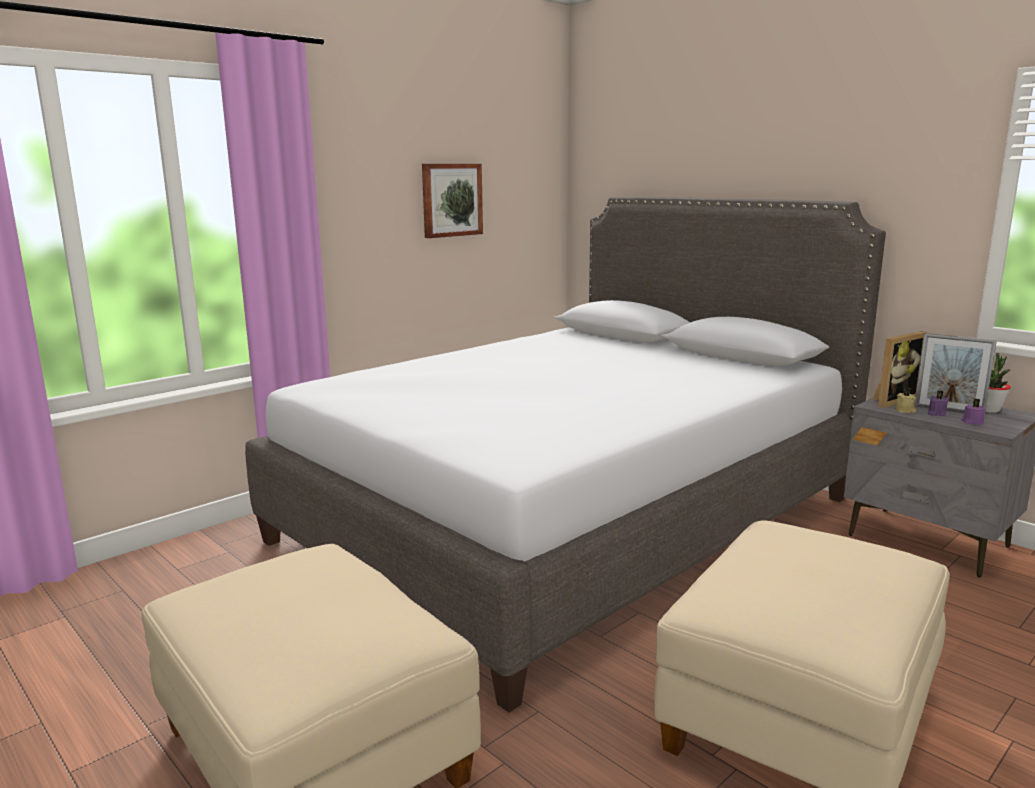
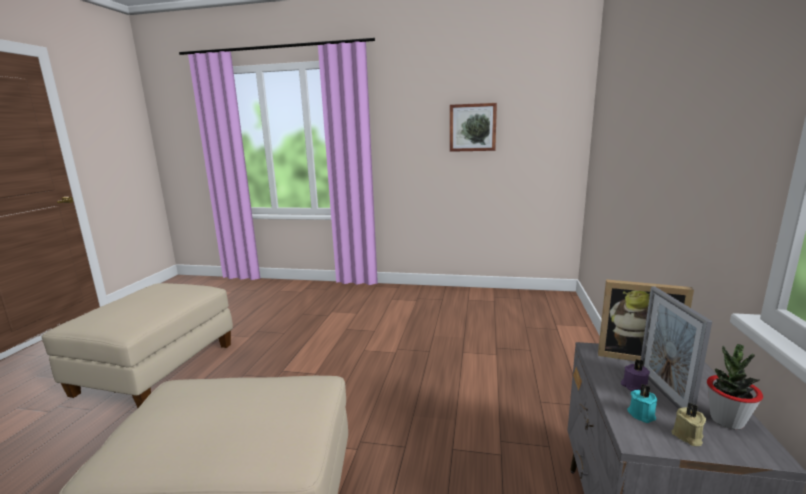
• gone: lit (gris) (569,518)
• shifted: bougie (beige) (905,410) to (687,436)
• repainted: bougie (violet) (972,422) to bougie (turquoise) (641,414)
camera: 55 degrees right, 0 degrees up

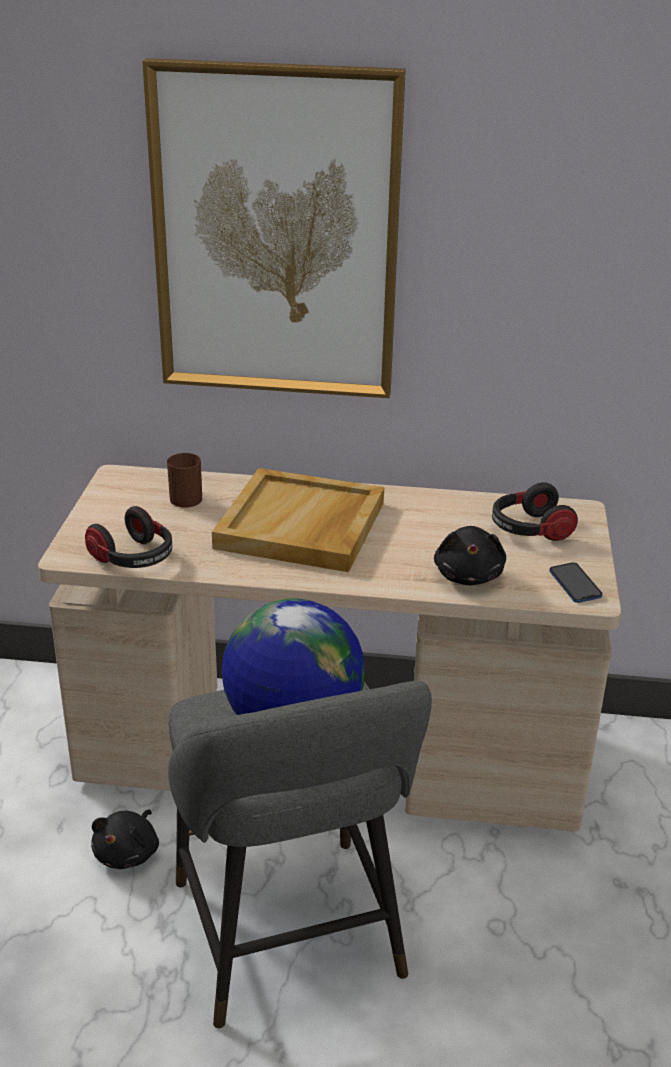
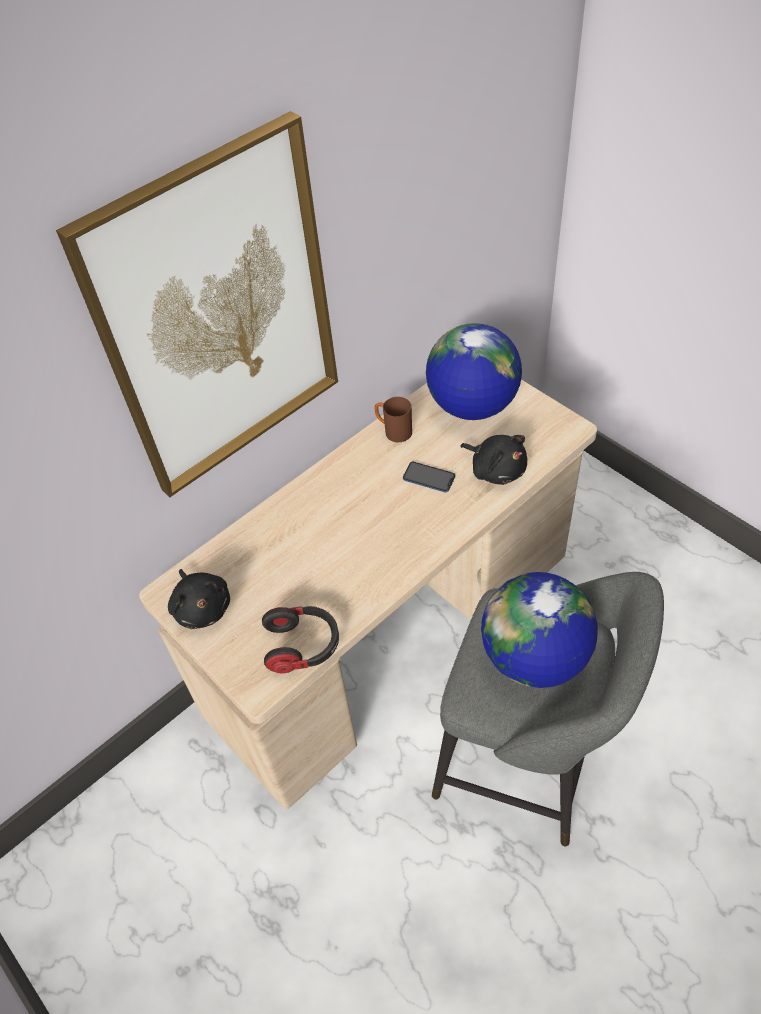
• gone: plateau (beige) (302,526)
• shifted: peluche (noir) (128,853) to (202,607)
• shifted: mug (marron) (185,496) to (393,431)
• shifted: téléphone (575,584) to (429,478)
• swapped: casque audio (529,530) to globe (472,406)
camera: 45 degrees left, 20 degrees up

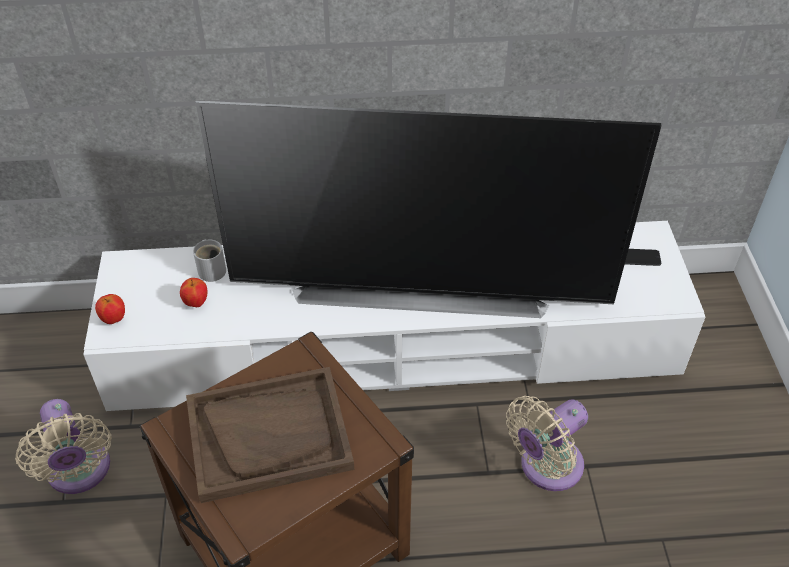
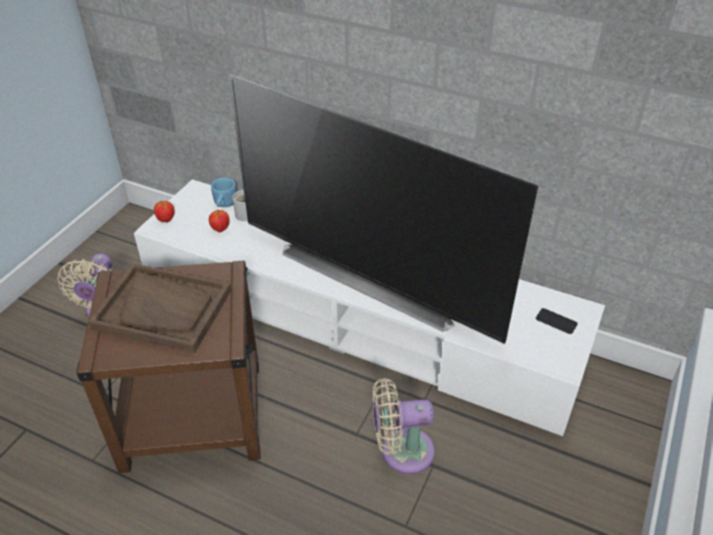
• new: mug (bleu) (224,204)
camera: 30 degrees right, 5 degrees down

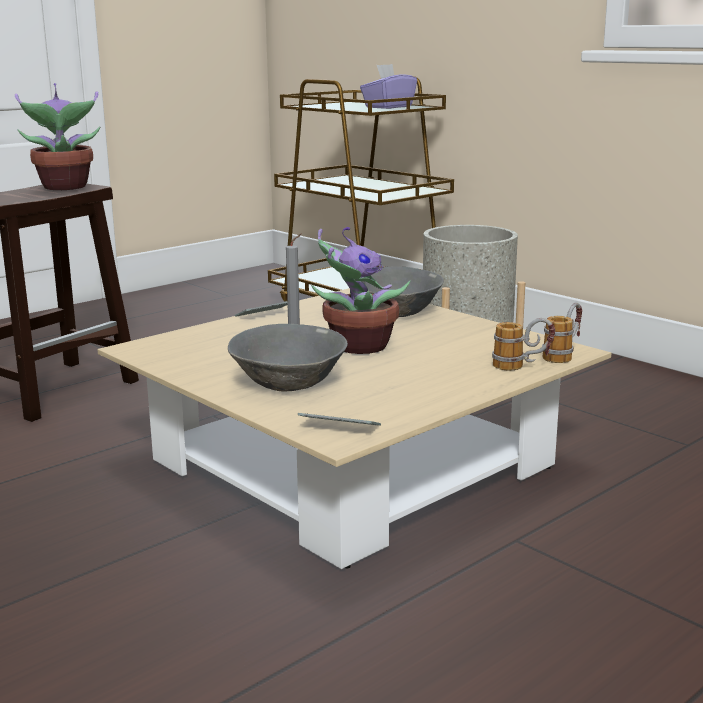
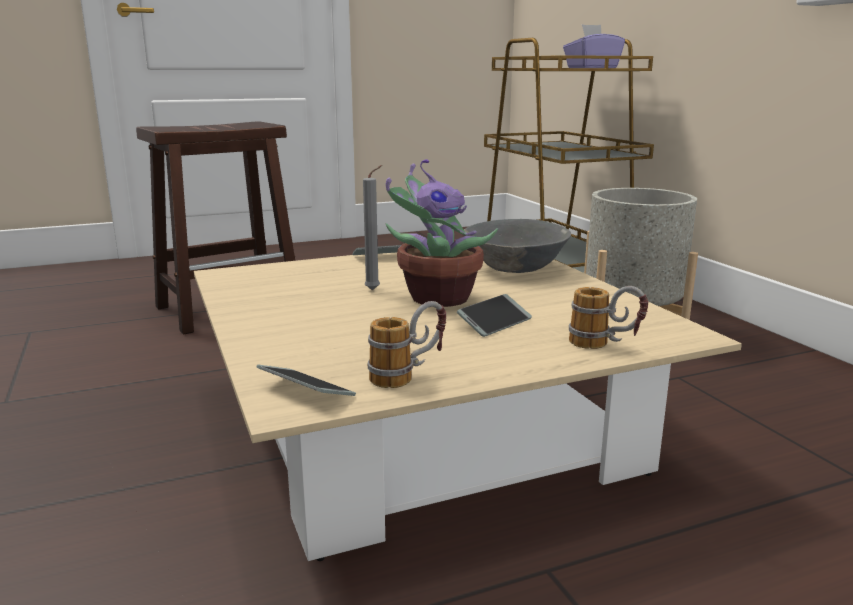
• gone: plante en pot (64,187)
• gone: bol (gris) (287,382)
• new: téléphone (494,323)
• shifted: mug (563,355) to (408,375)
camera: 20 degrees right, 0 degrees up

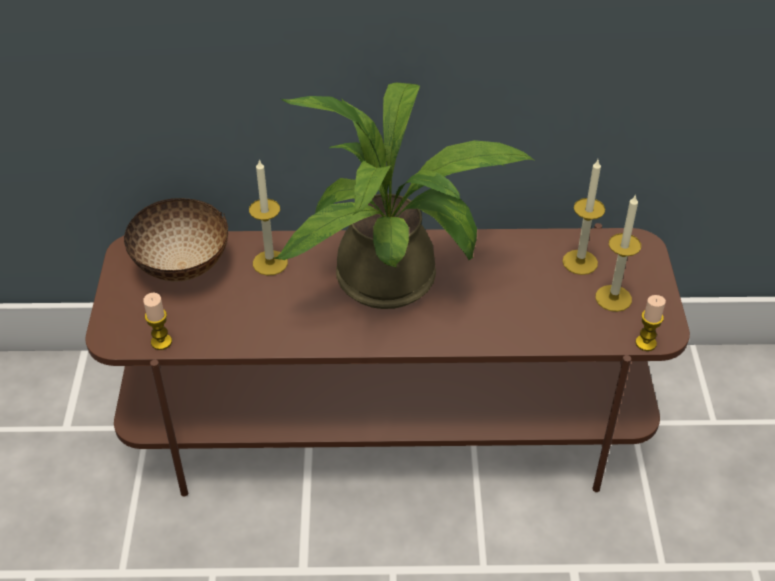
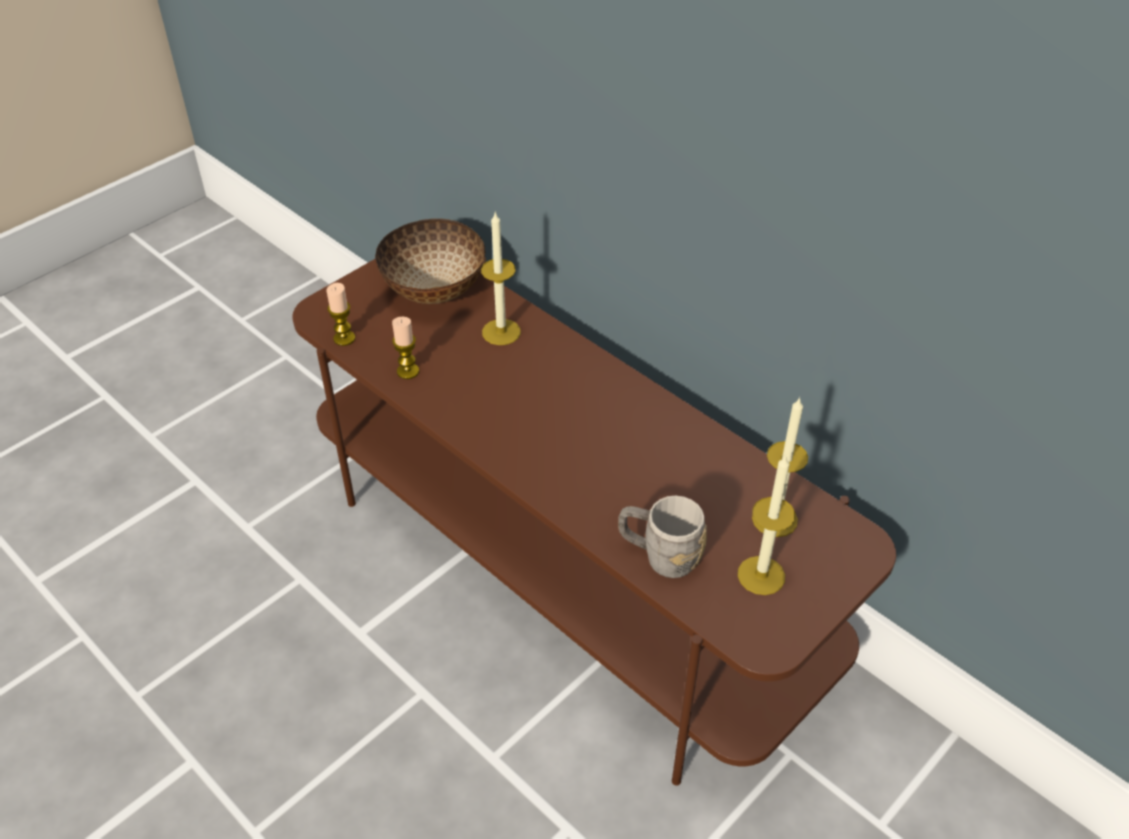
• gone: plante en pot (399,281)
• new: mug (gris) (659,556)
• shifted: bougie (645,343) to (408,371)
camera: 45 degrees right, 0 degrees up

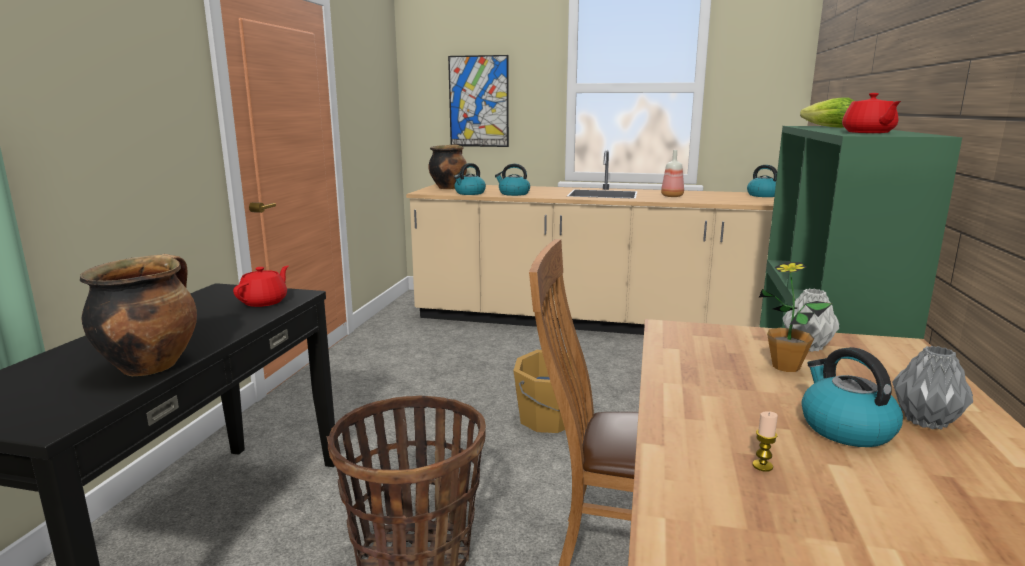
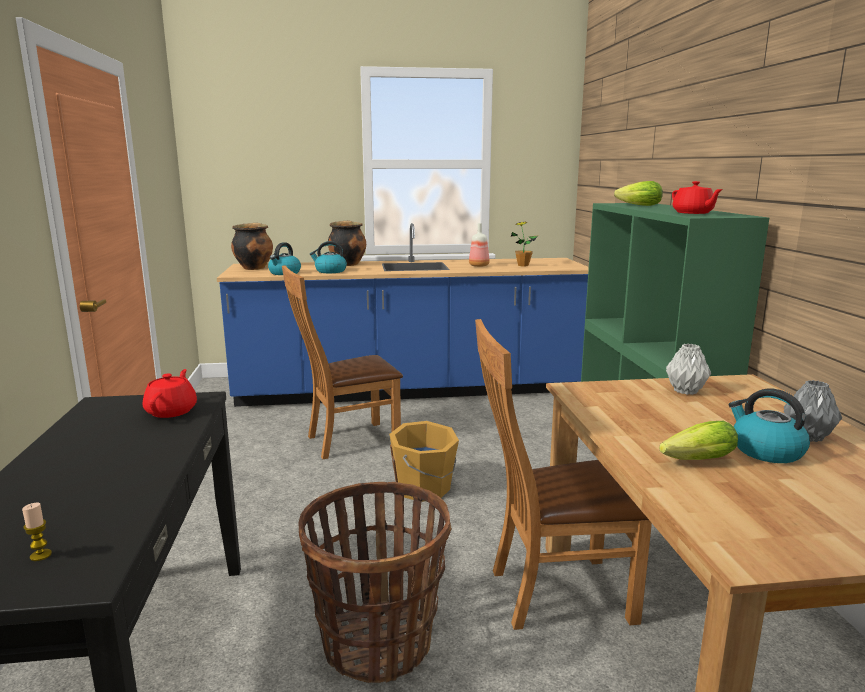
• gone: tableau (478,101)
• gone: bouilloire (764,195)
• new: chaise (marron) (347,441)
• new: laitue (694,461)
• shifted: marmite (151,365) to (347,264)
• shifted: bougie (762,466) to (40,555)
• shifted: plante en pot (785,367) to (523,265)
• repainted: comptoir de cuisine (beige) (592,322) to comptoir de cuisine (bleu) (410,390)
camera: 20 degrees left, 0 degrees up

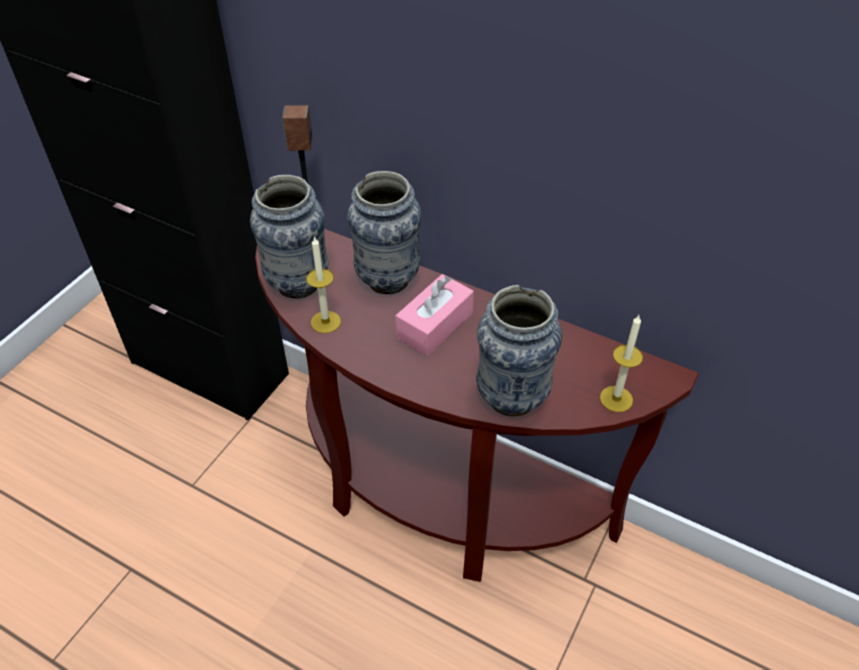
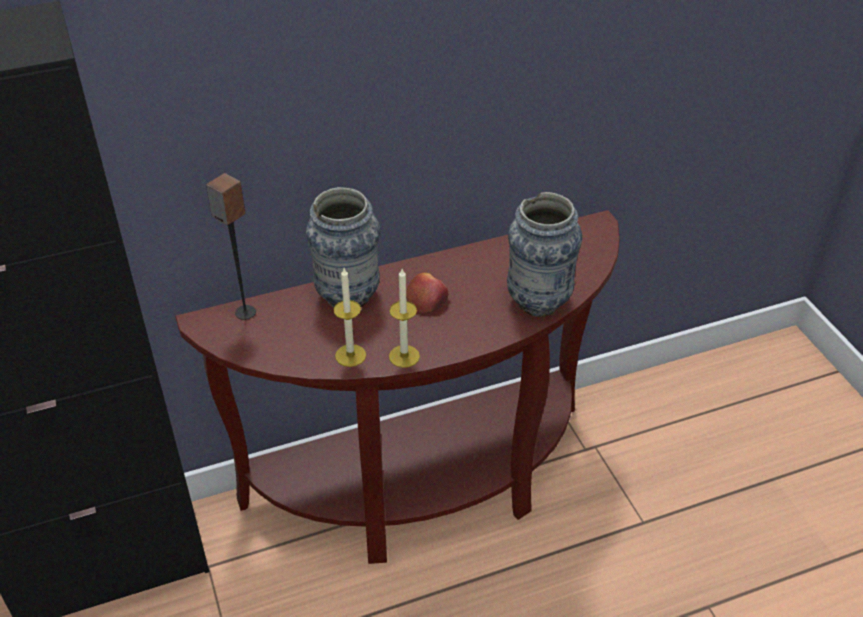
• gone: vase (297,284)
• shifted: bougie (616,399) to (404,356)
• swapped: boîte à mouchoirs (rose) (434,325) to pomme (426,299)
camera: 50 degrees left, 5 degrees down

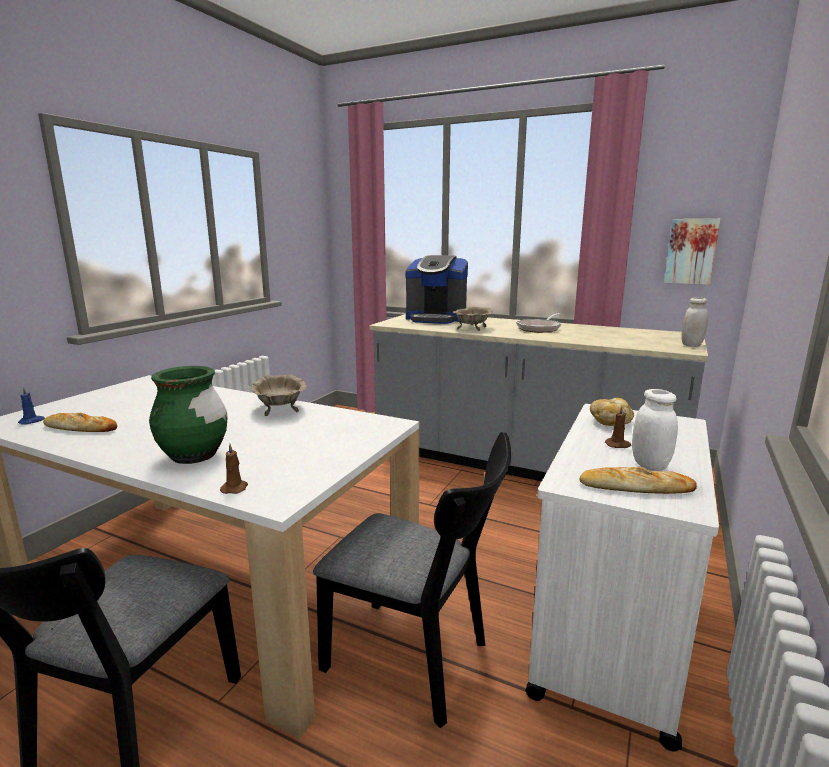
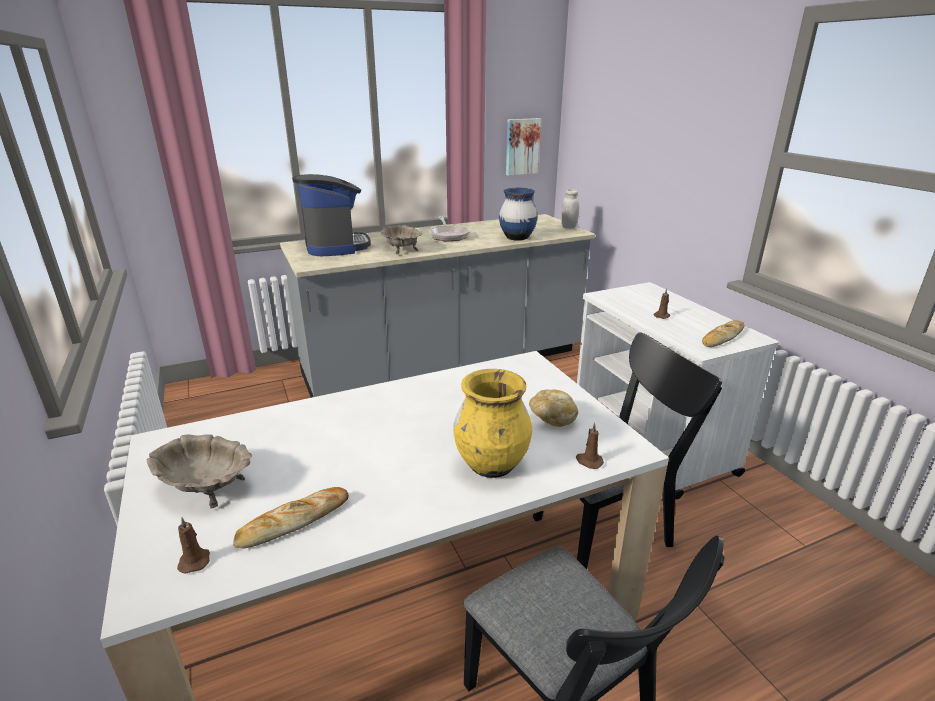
• gone: bocal (blanc) (650,465)
• new: vase (bleu) (517,238)
• shifted: bol (beige) (279,409) to (206,488)
• shifted: pain (610,422) to (552,418)
• repainted: bougie (bleu) (32,421) to bougie (marron) (195,560)
• repainted: vase (vert) (194,456) to vase (jaune) (492,465)
• rotated: machine à café (436,319) = (335,246) 75 degrees counterclockwise
camera: 50 degrees left, 10 degrees up

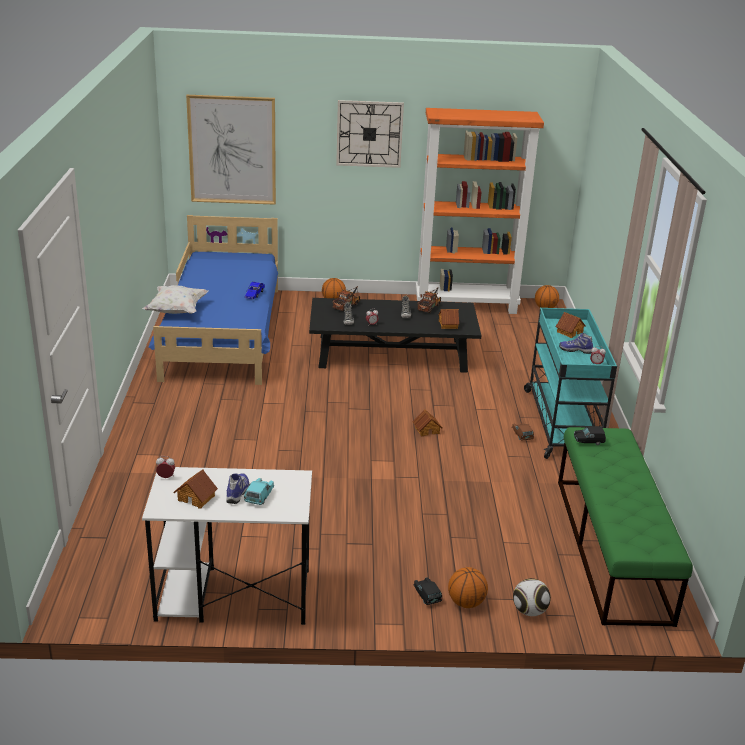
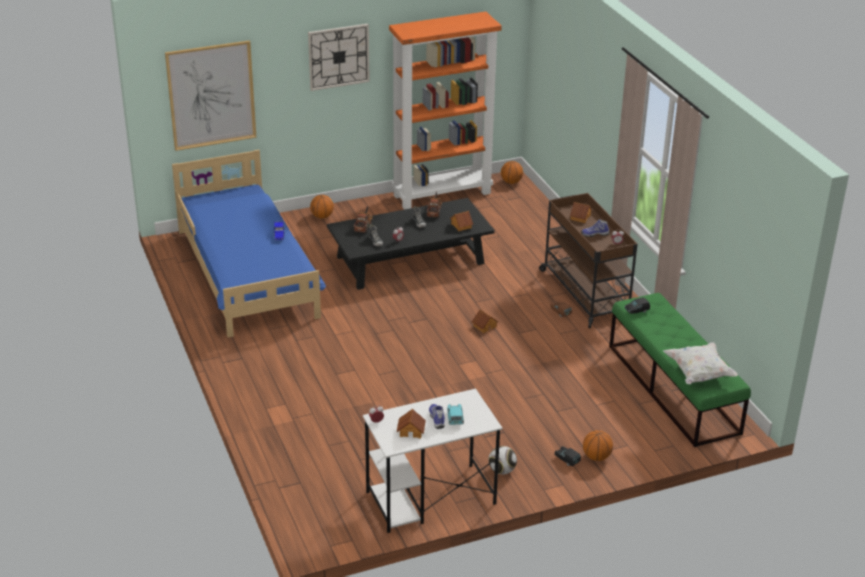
• shifted: coussin (blanc) (176,311) to (699,373)
• shifted: ballon de foot (529,611) to (501,470)
• repainted: chariot (turquoise) (562,423) to chariot (marron) (584,293)
camera: 20 degrees left, 5 degrees up

